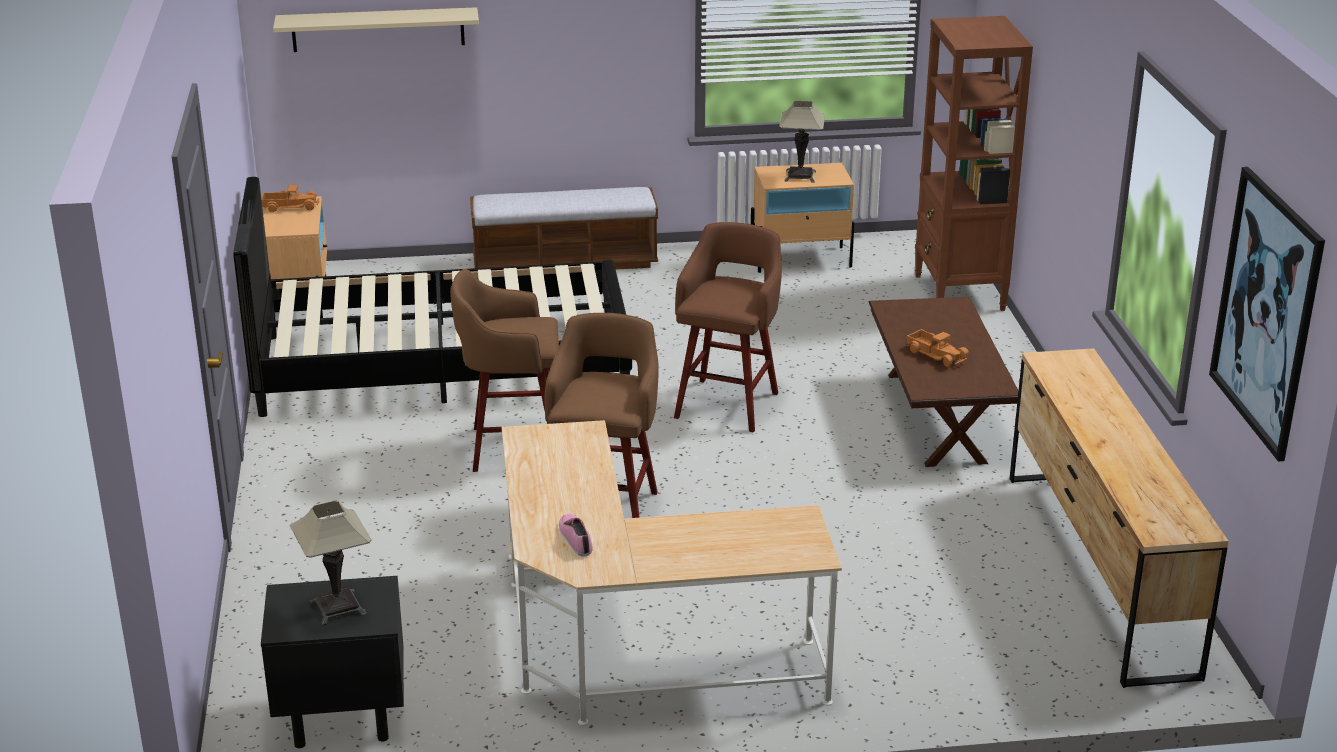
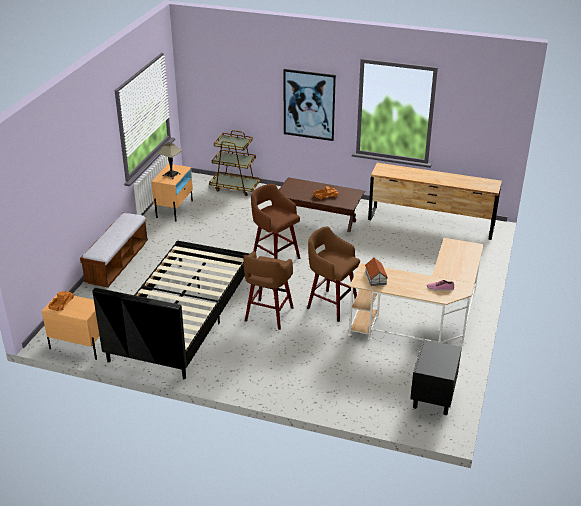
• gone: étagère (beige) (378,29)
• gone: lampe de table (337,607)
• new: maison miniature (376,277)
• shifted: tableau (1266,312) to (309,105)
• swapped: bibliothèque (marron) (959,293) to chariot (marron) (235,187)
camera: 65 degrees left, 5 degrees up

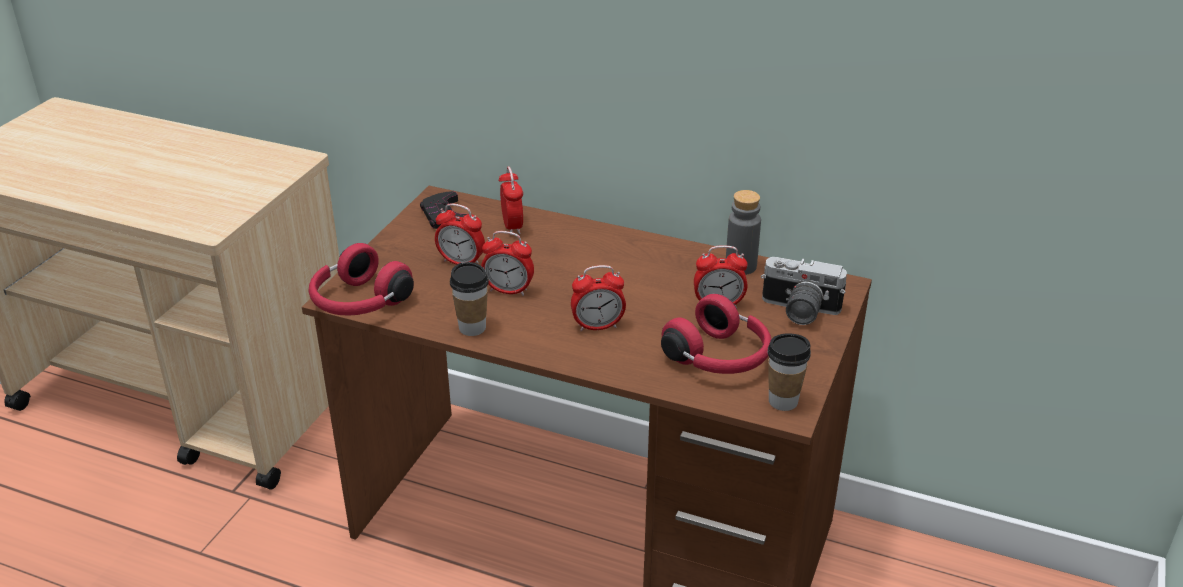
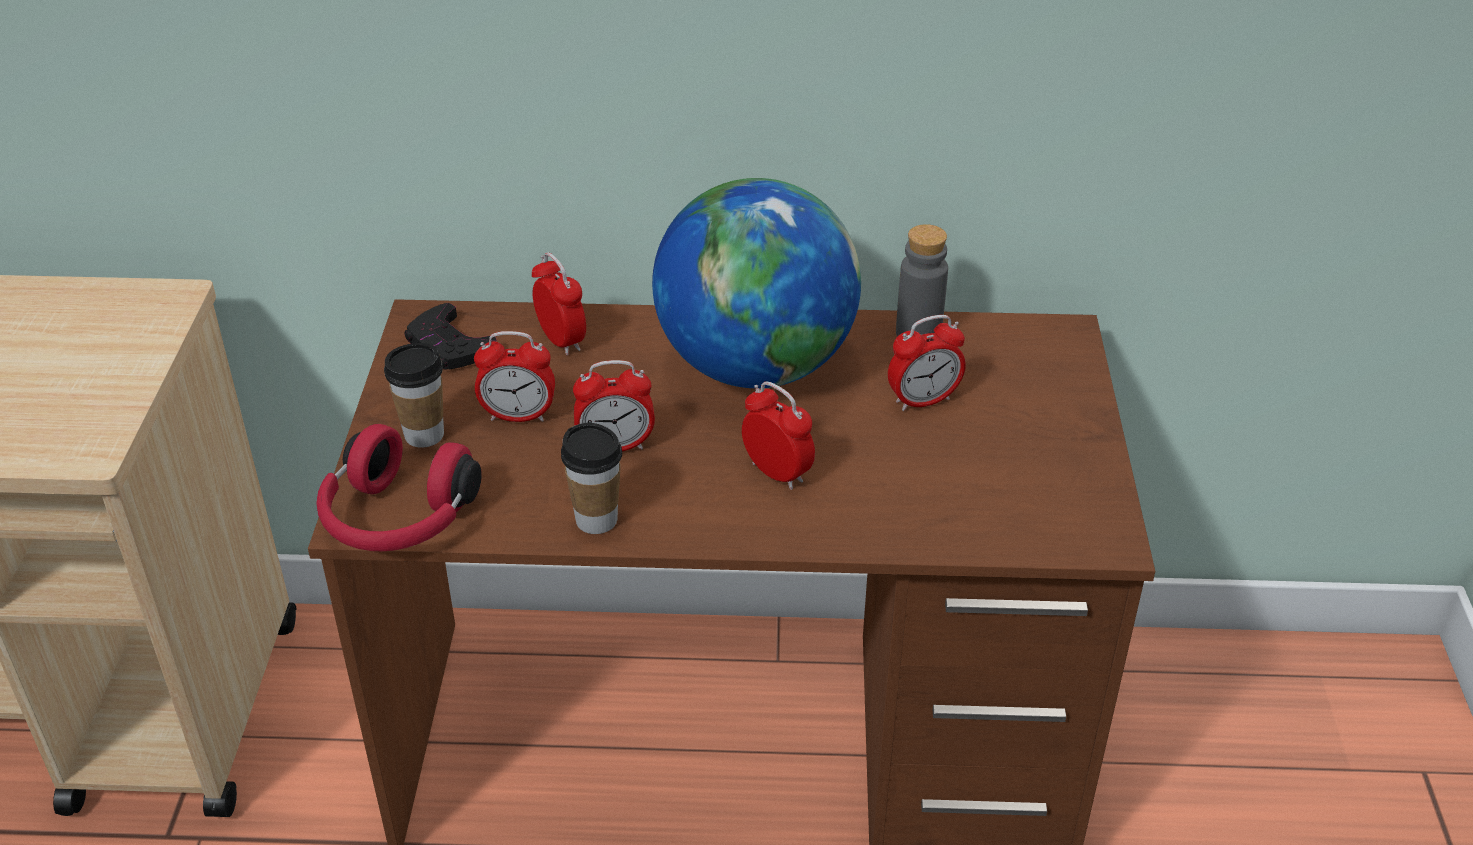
• gone: casque audio (rouge) (719,358)
• gone: appareil photo (798,311)
• new: globe (755,366)
• shifted: tasse (783,401) to (424,435)
• rotated: réveil (598,326) = (777,473) 105 degrees counterclockwise
camera: 20 degrees left, 5 degrees up

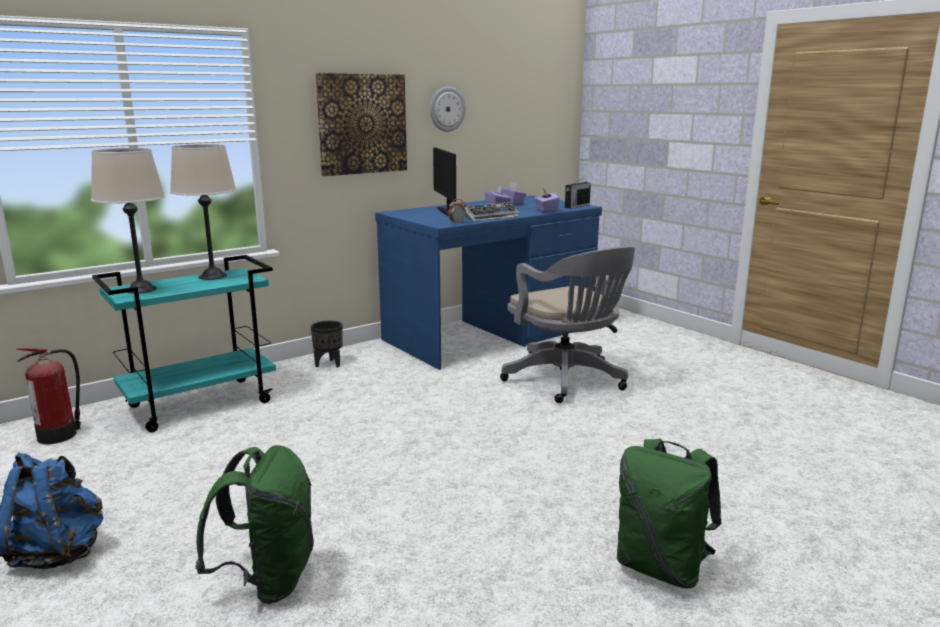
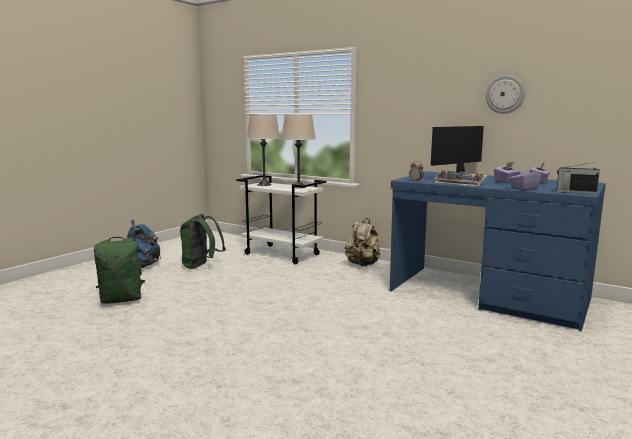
• gone: extincteur (59,435)
• gone: tableau (362,124)
• gone: chaise de bureau (gris) (568,380)
• shifted: sac à dos (vert) (662,567) to (201,266)
• swapped: cache-pot (noir) (329,364) to sac à dos (beige) (362,265)
• repainted: chariot (turquoise) (201,404) to chariot (blanc) (282,254)
camera: 70 degrees right, 5 degrees down

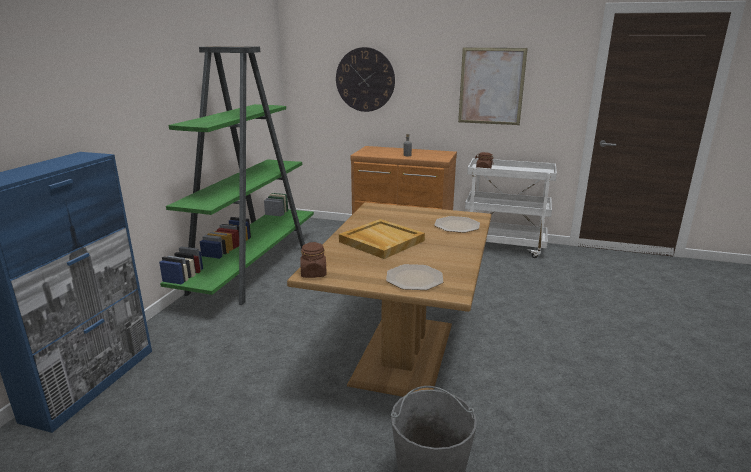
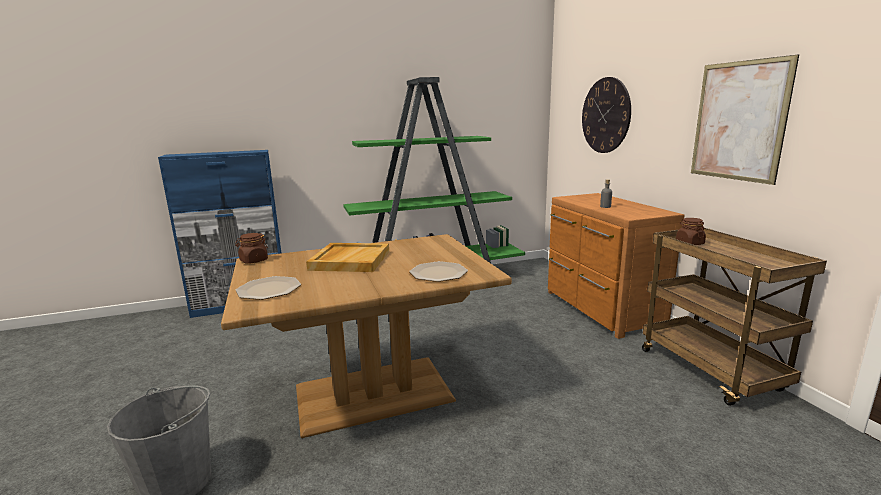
• repainted: chariot (blanc) (504,246) to chariot (marron) (711,371)
camera: 55 degrees right, 5 degrees down

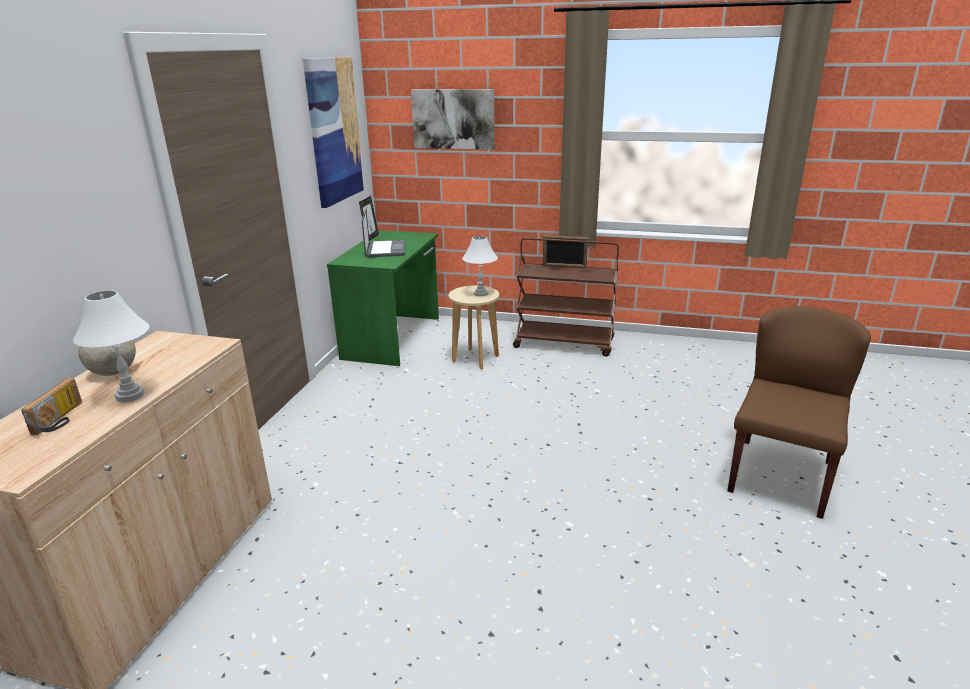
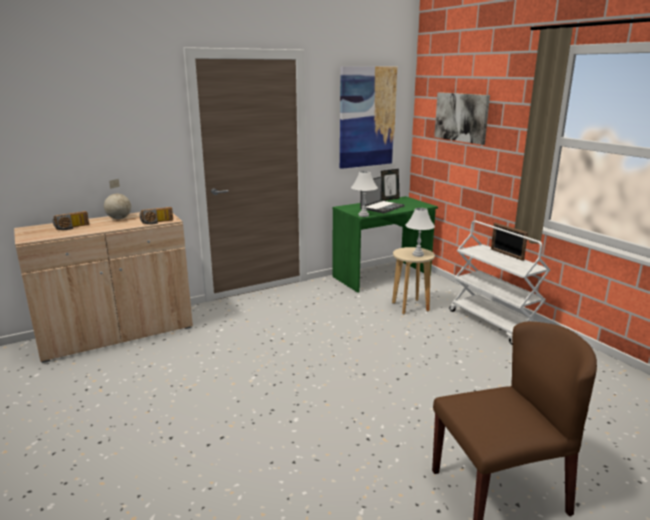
• new: radio (157,222)
• shifted: lampe de table (blanc) (130,396) to (363,215)
• repainted: chariot (marron) (565,343) to chariot (blanc) (493,323)
camera: 45 degrees right, 5 degrees down

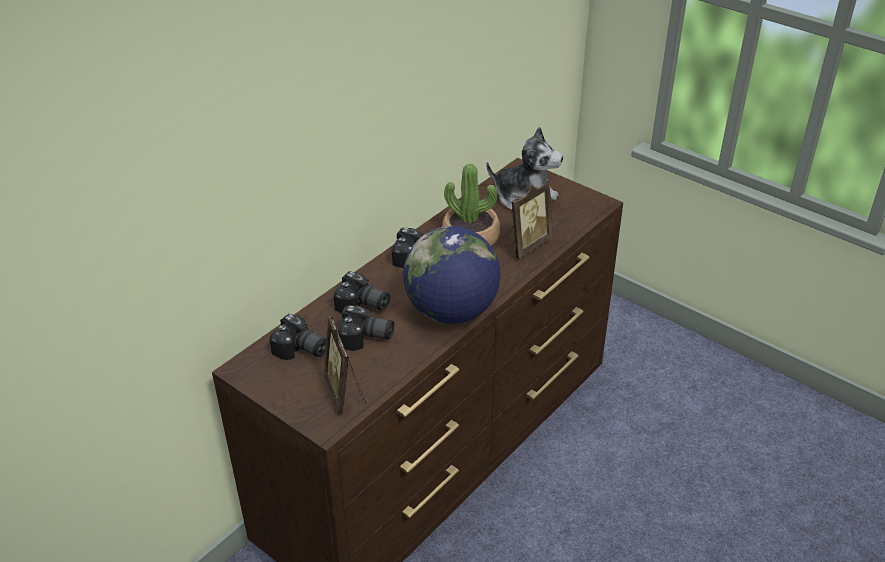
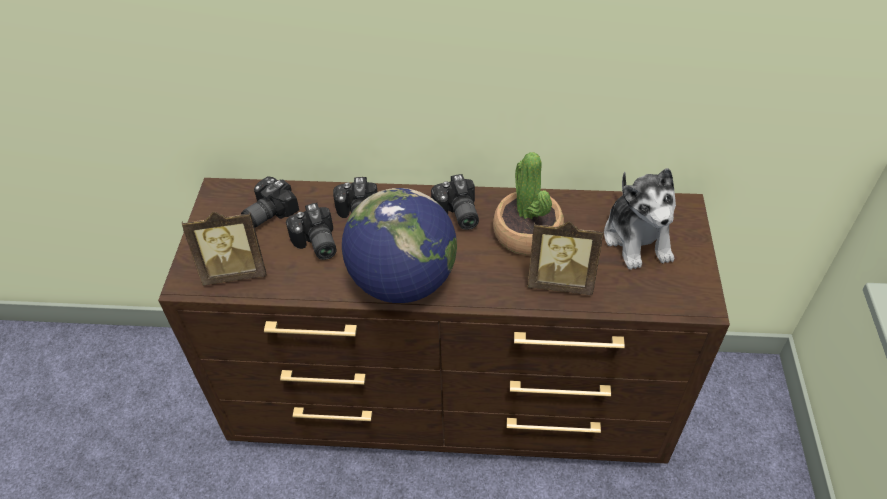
• rotated: appareil photo (301,351) = (267,212) 45 degrees clockwise
• rotated: cadre photo (345,393) = (235,271) 135 degrees counterclockwise
camera: 55 degrees right, 10 degrees up

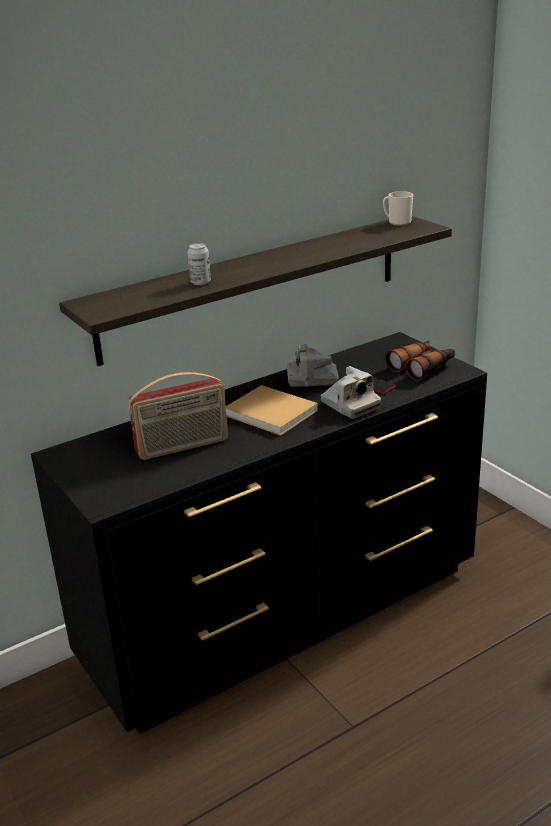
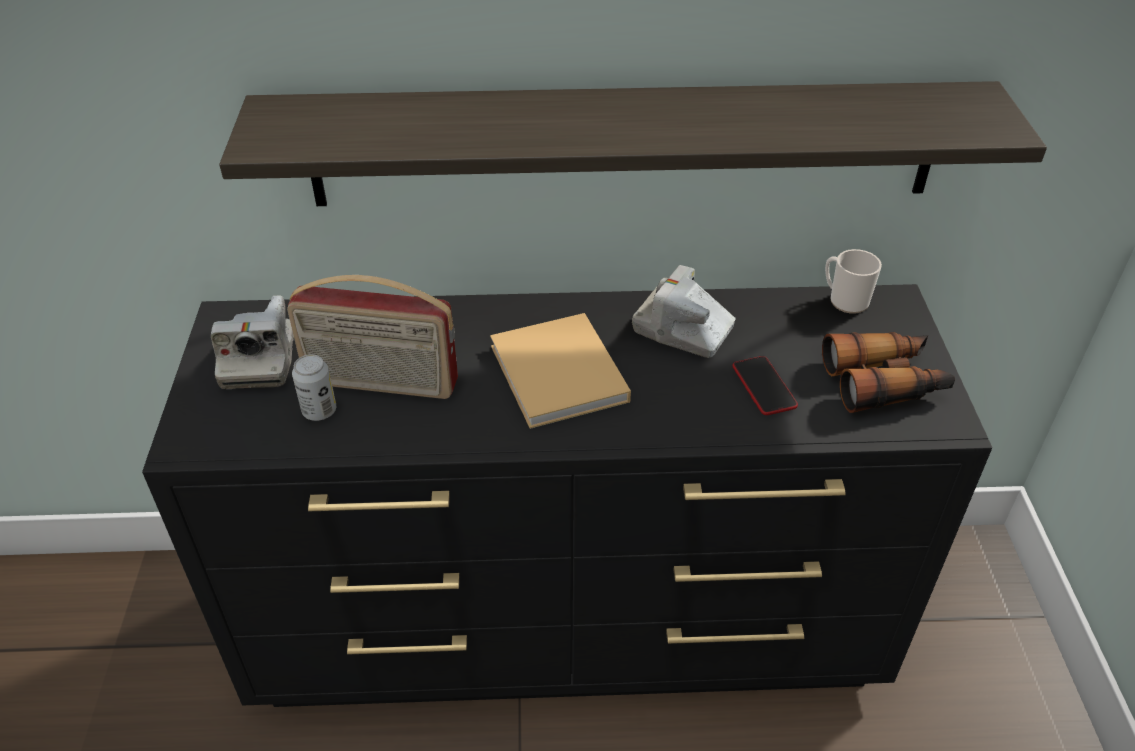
• shifted: boîte métallique (200,282) to (319,411)
• shifted: appareil photo (350,405) to (259,360)
• shifted: mug (397,222) to (844,300)
camera: 30 degrees right, 15 degrees up

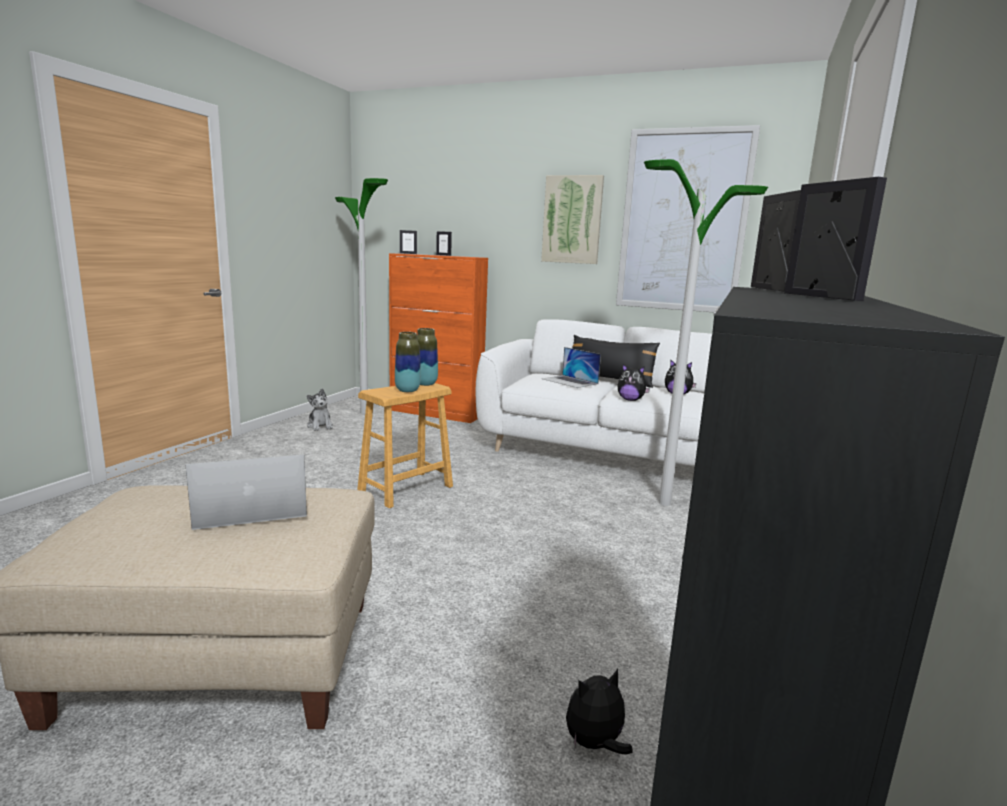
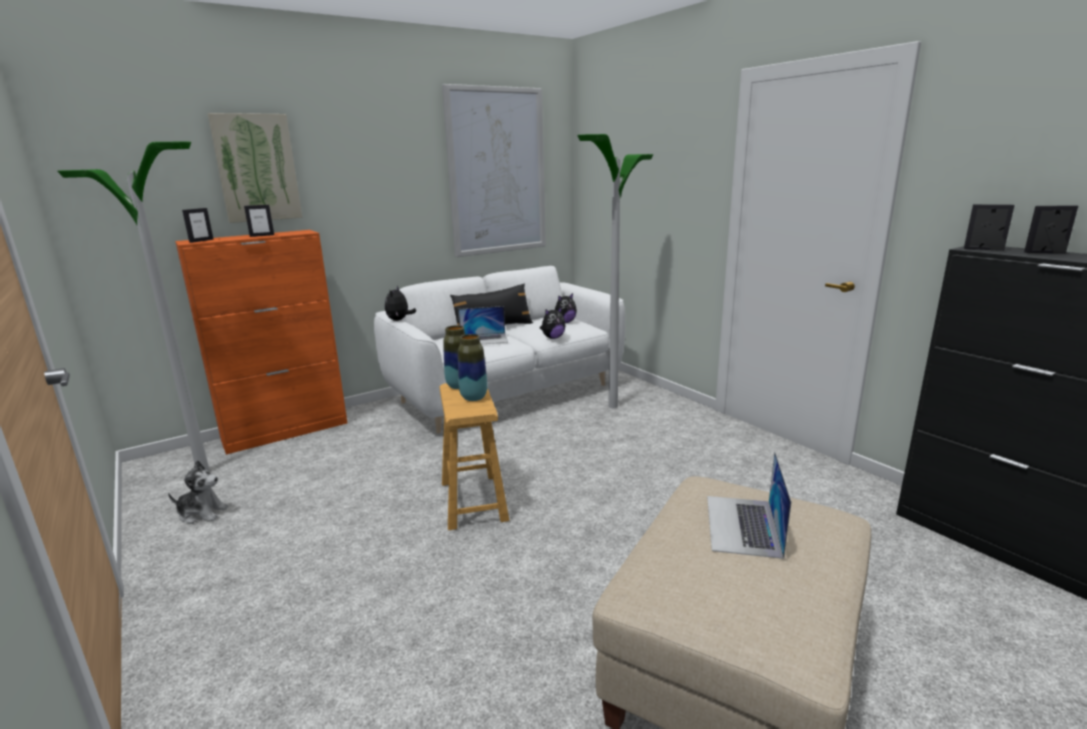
• shifted: tableau (572,220) to (256,168)
• shifted: peluche (595,744) to (399,320)
camera: 55 degrees left, 5 degrees up

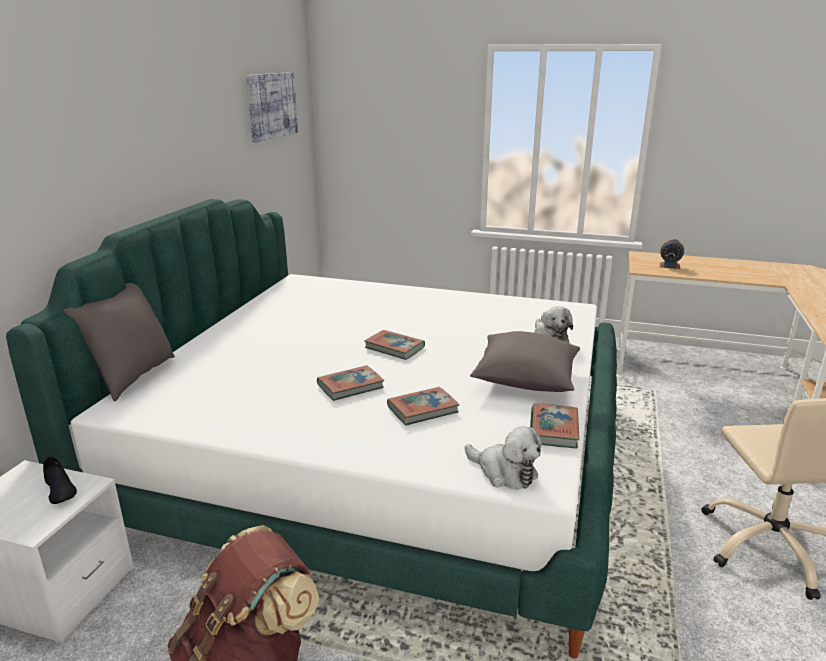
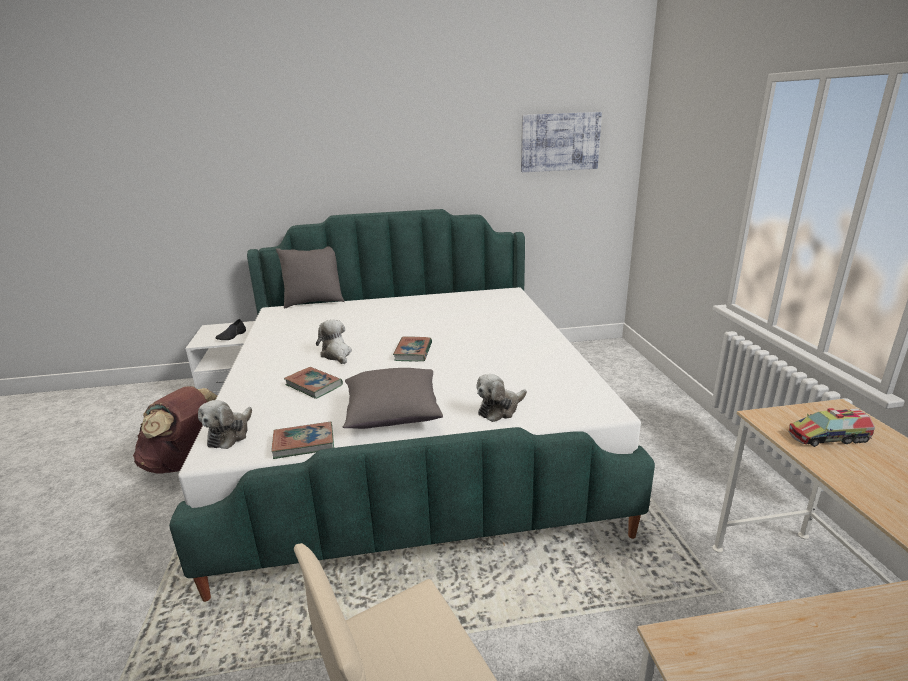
• swapped: livre (350,386) to peluche (336,355)
• swapped: réveil (669,266) to camion jouet (828,437)
camera: 65 degrees right, 0 degrees up

